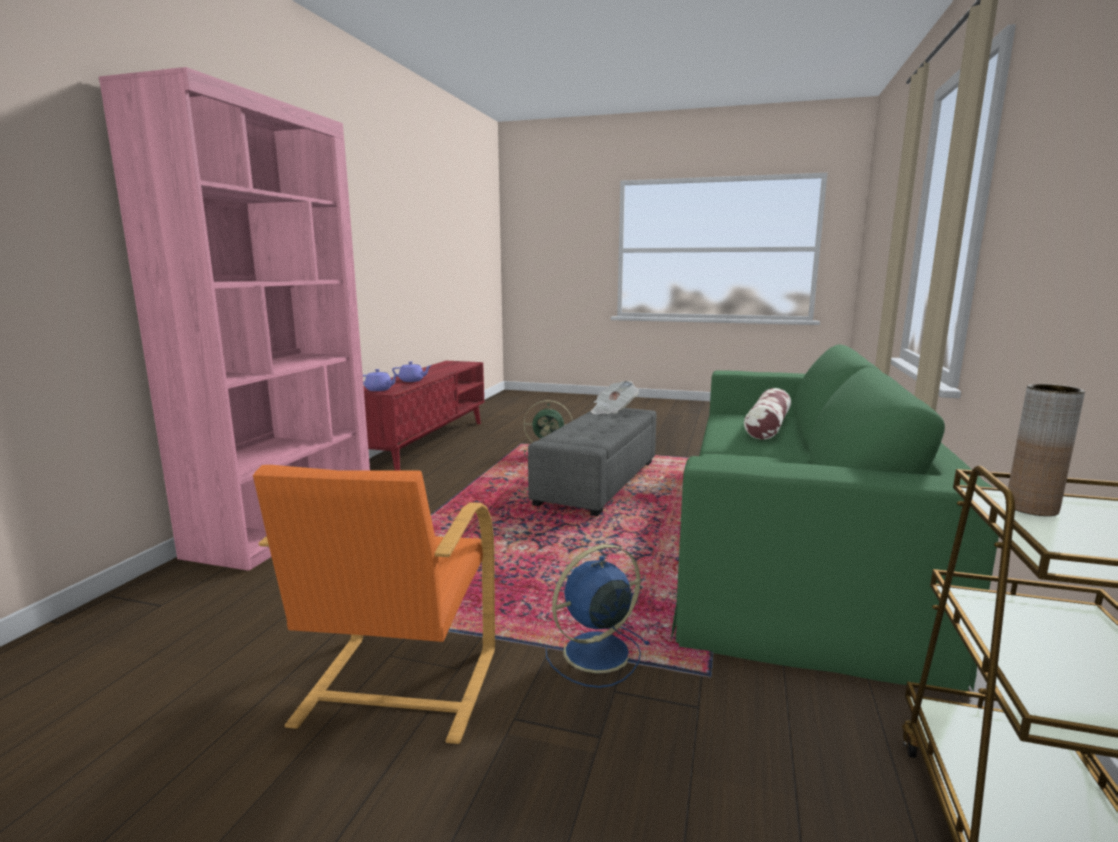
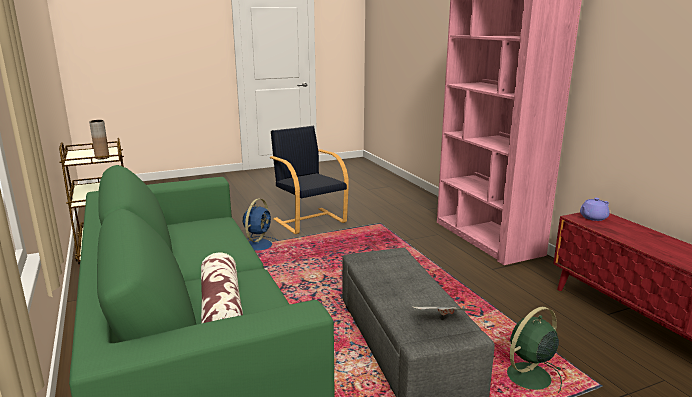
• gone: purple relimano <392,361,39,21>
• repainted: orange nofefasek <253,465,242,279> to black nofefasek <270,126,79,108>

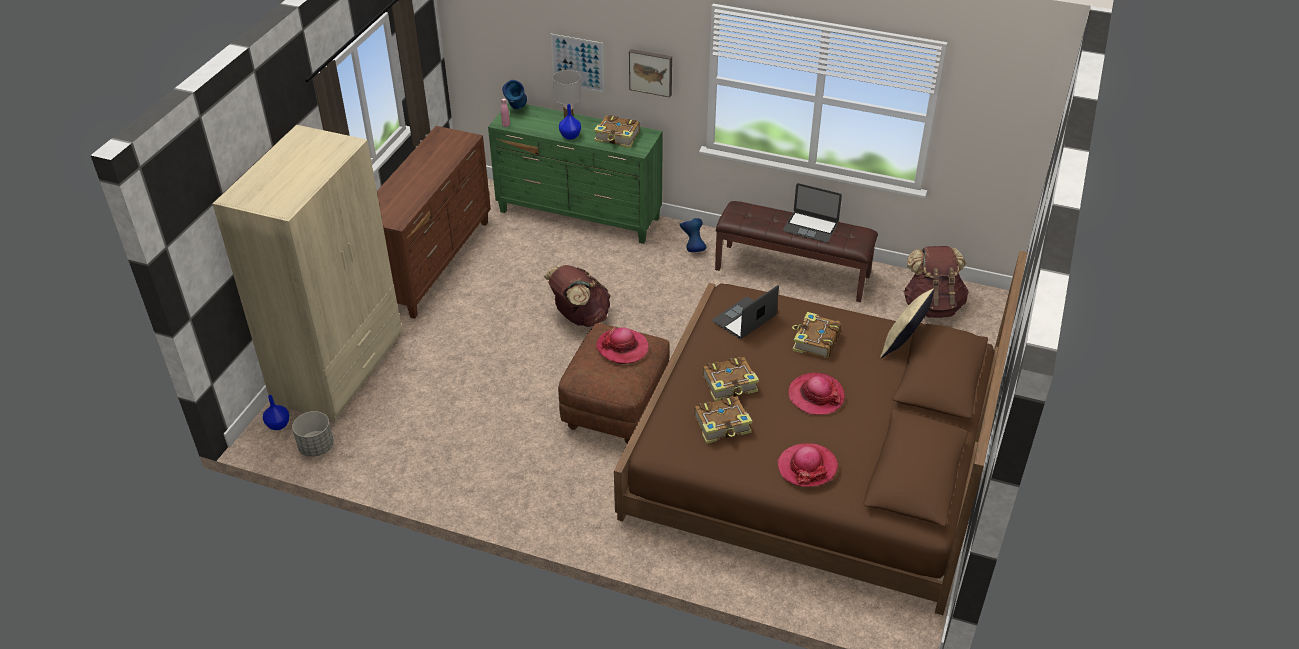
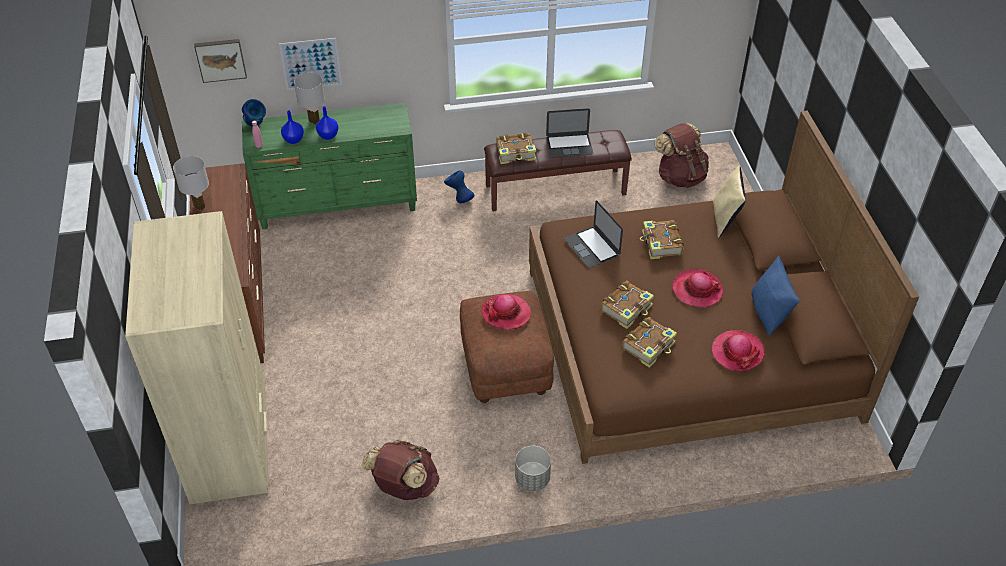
• shifted: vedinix <629,49,43,48> to <194,39,53,44>
• shifted: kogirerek <594,115,46,33> to <496,133,40,31>
• shifted: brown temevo <544,265,67,62> to <362,440,78,60>
• rotated: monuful <712,285,67,54> = <564,201,59,67> 45 degrees counterclockwise
• shifted: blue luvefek <263,395,26,35> to <281,110,23,34>
• shifted: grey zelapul <292,411,42,46> to <515,446,36,45>
• new: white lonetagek <173,156,36,55>
• new: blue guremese <751,256,49,80>

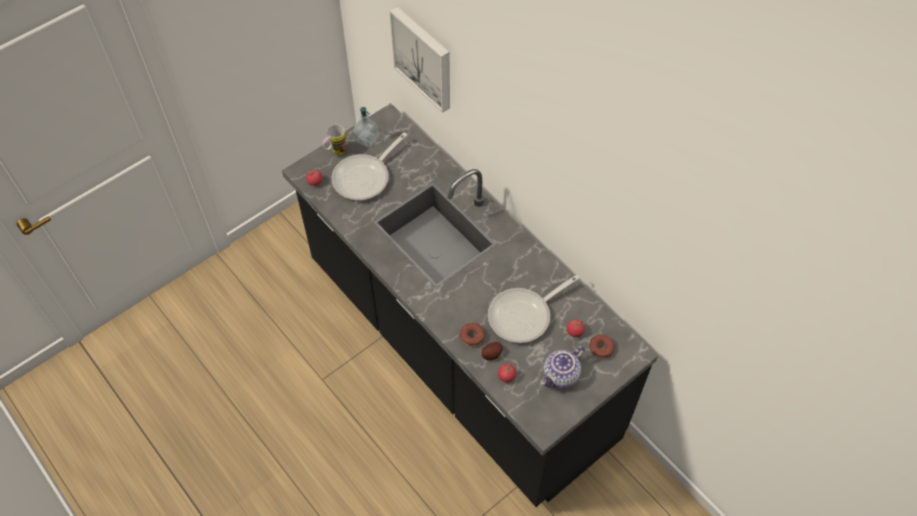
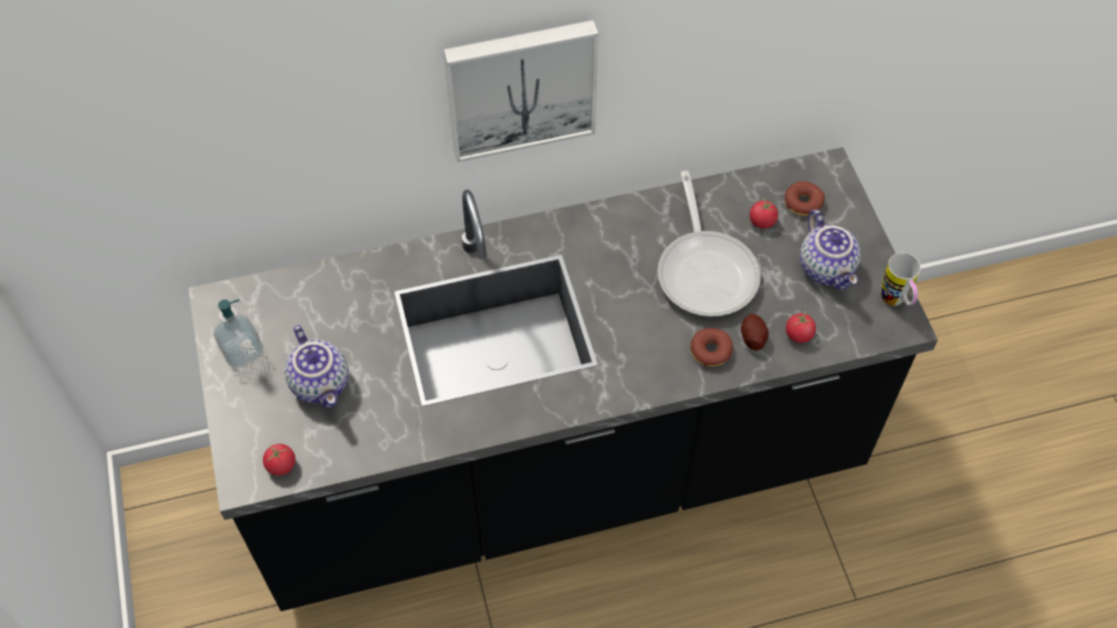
• shifted: vedinix <389,6,61,107> to <443,20,156,142>
• shifted: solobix <322,125,24,30> to <881,253,40,53>
• swapped: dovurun <331,132,76,69> to relimano <285,325,64,83>

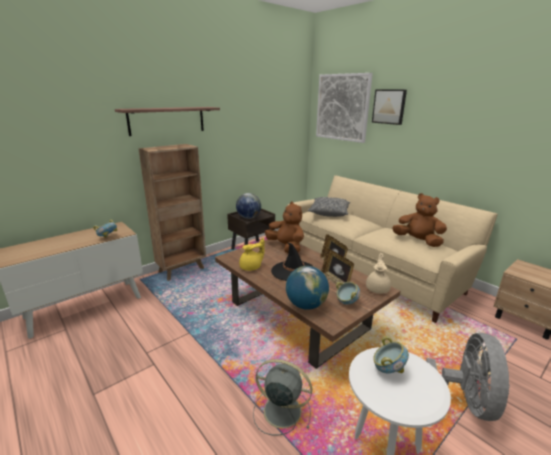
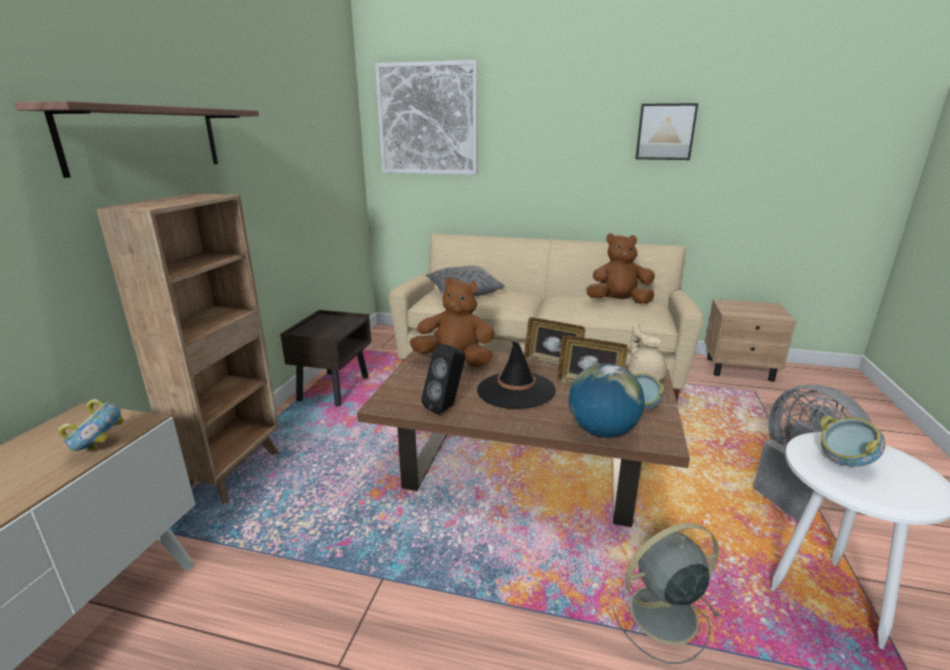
• shifted: vedinix <372,90,35,35> to <635,103,63,57>
• gone: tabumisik <236,193,25,26>
• swapped: yellow relimano <239,238,26,33> to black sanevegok <421,344,44,71>

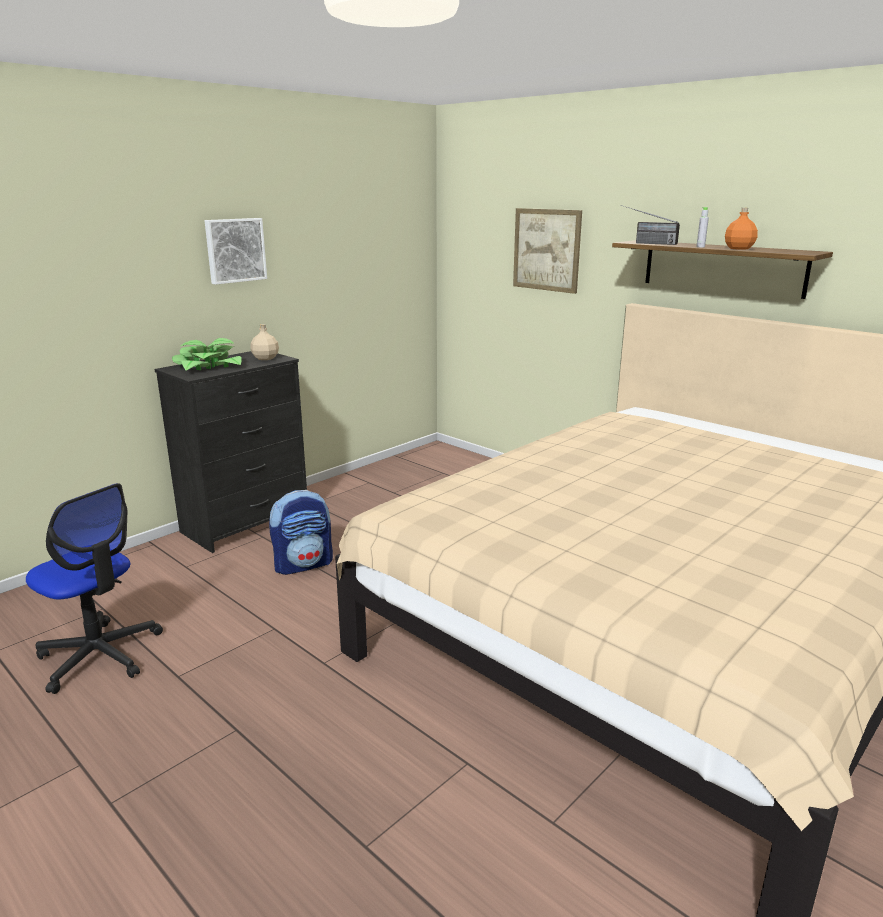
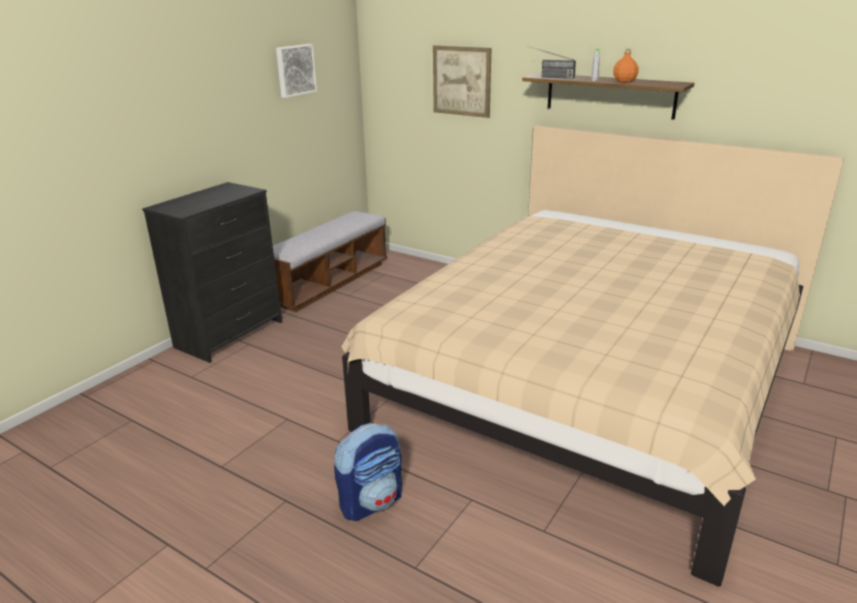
• shifted: vedinix <204,218,63,67> to <276,44,41,54>
• gone: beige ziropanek <250,324,29,36>
• gone: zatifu <172,338,70,32>
• gone: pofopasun <26,483,137,211>
• shifted: temevo <269,490,64,85> to <334,423,68,98>
• new: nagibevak <273,211,114,101>

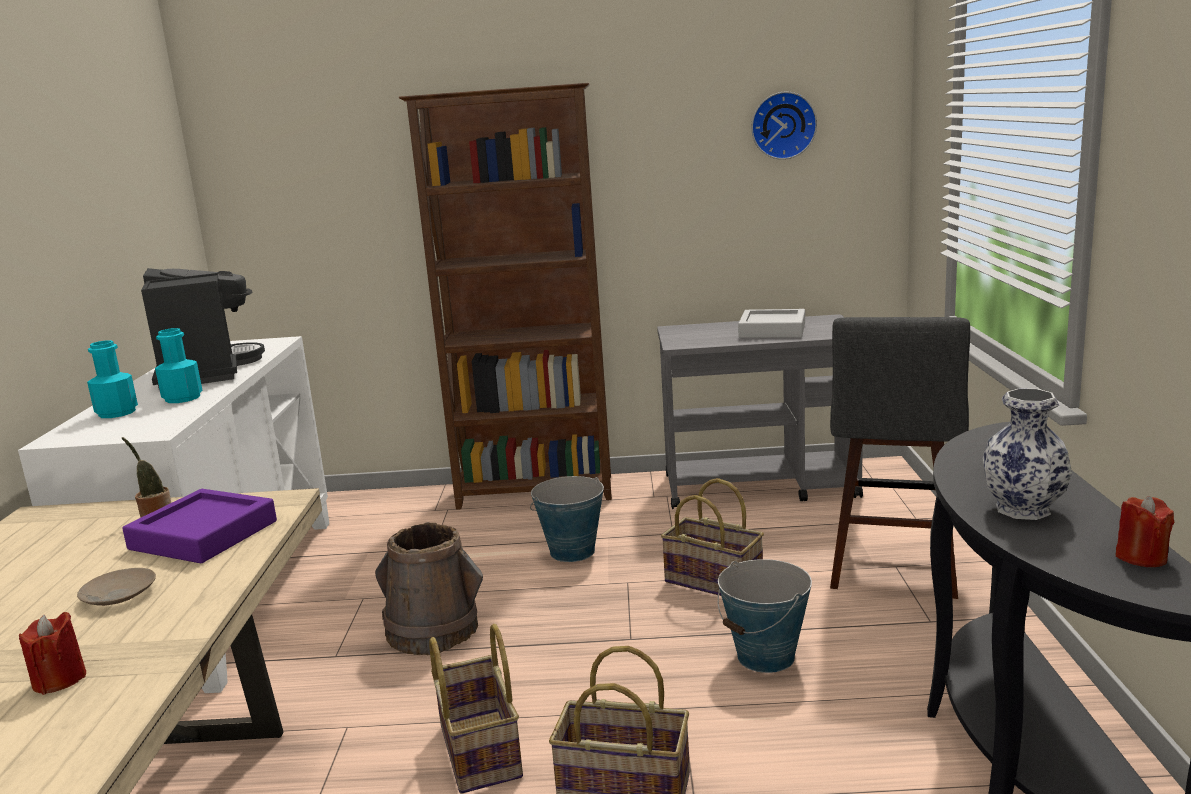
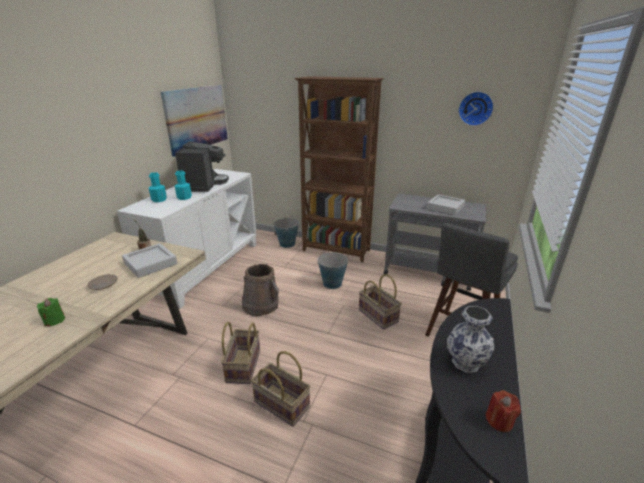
• repainted: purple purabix <122,489,155,74> to grey purabix <122,243,55,35>
• shifted: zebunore <718,559,94,114> to <274,217,25,31>
• repainted: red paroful <19,612,67,83> to green paroful <37,298,28,28>
• new: vedinix <160,85,68,72>

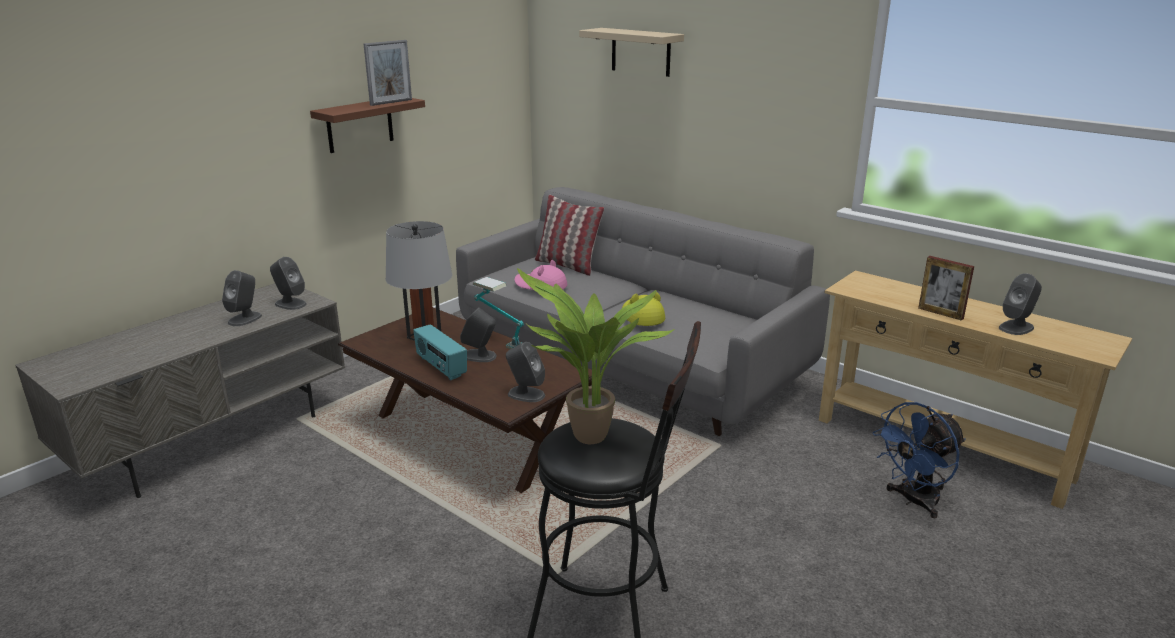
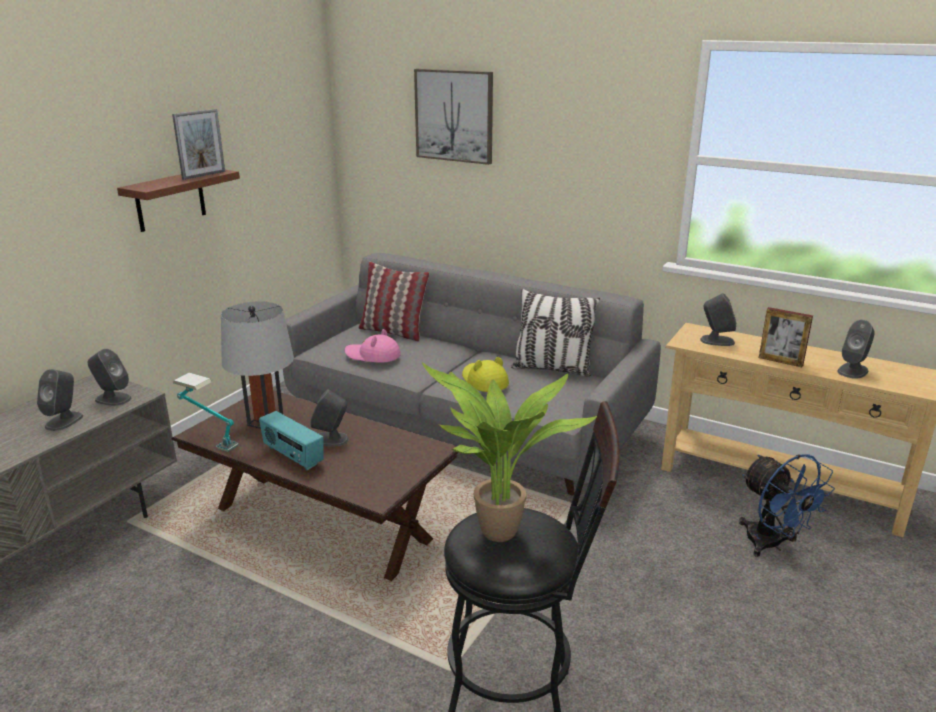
• swapped: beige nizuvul <579,28,105,49> to vedinix <414,69,79,96>
• shifted: lonetagek <472,277,52,72> to <173,373,66,79>
• shifted: grey sanevegok <506,342,39,60> to <700,293,36,53>
• rotated: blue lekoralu <873,402,93,117> = <739,454,96,103> 75 degrees counterclockwise
• new: guremese <511,289,89,88>

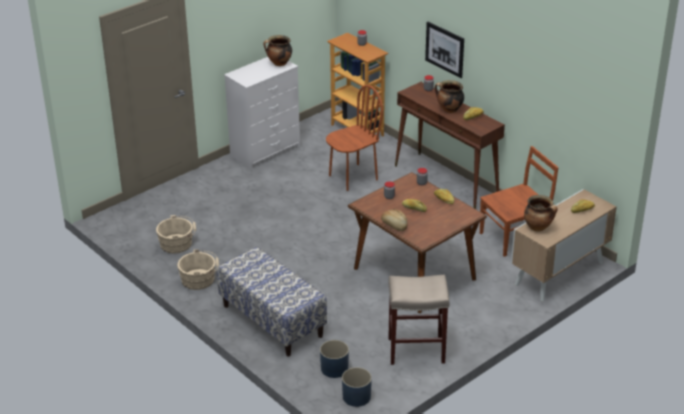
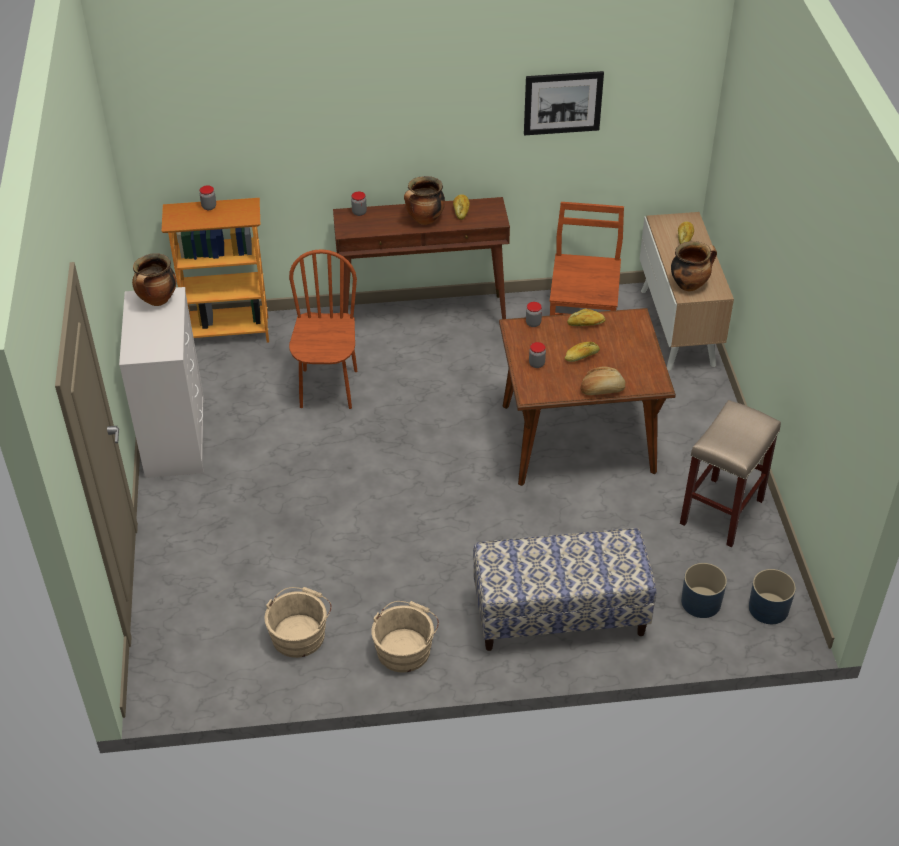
• shifted: vedinix <425,22,39,56> to <524,71,80,65>

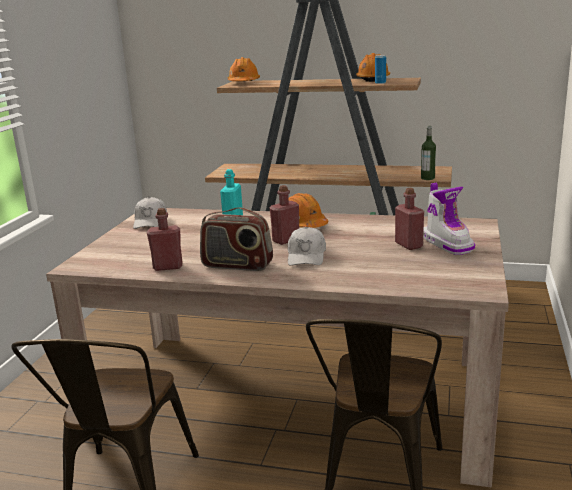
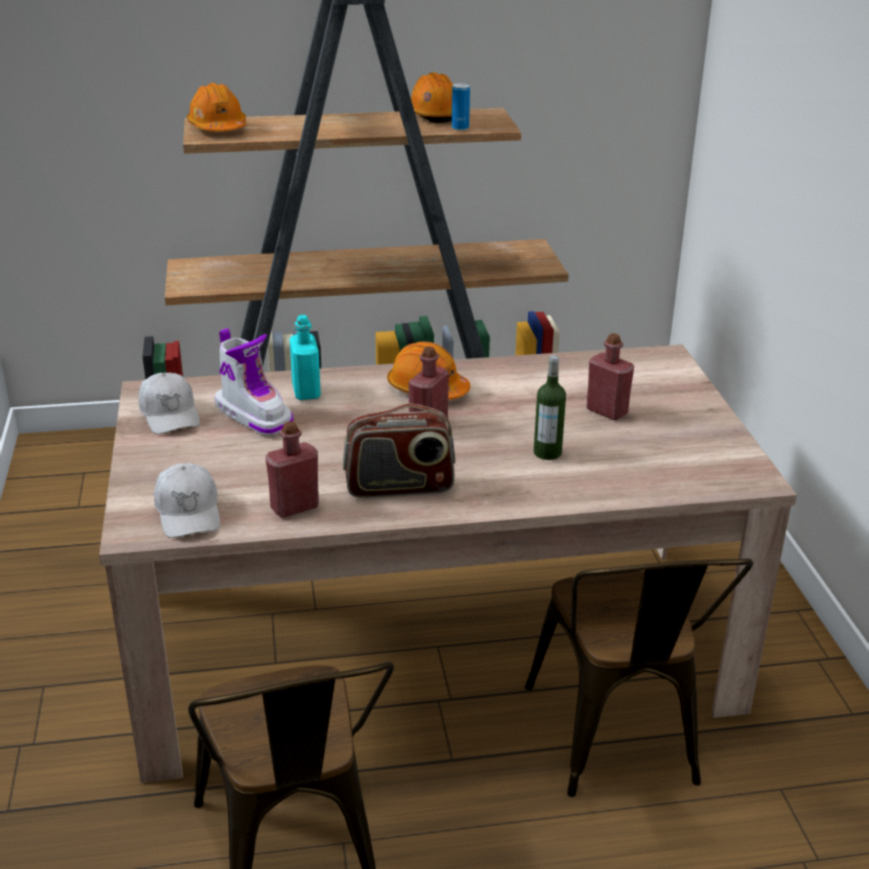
• shifted: ziropanek <421,126,15,54> to <534,355,32,105>
• shifted: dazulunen <423,183,52,72> to <214,328,79,108>
• shifted: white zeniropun <288,227,38,39> to <154,463,66,75>

